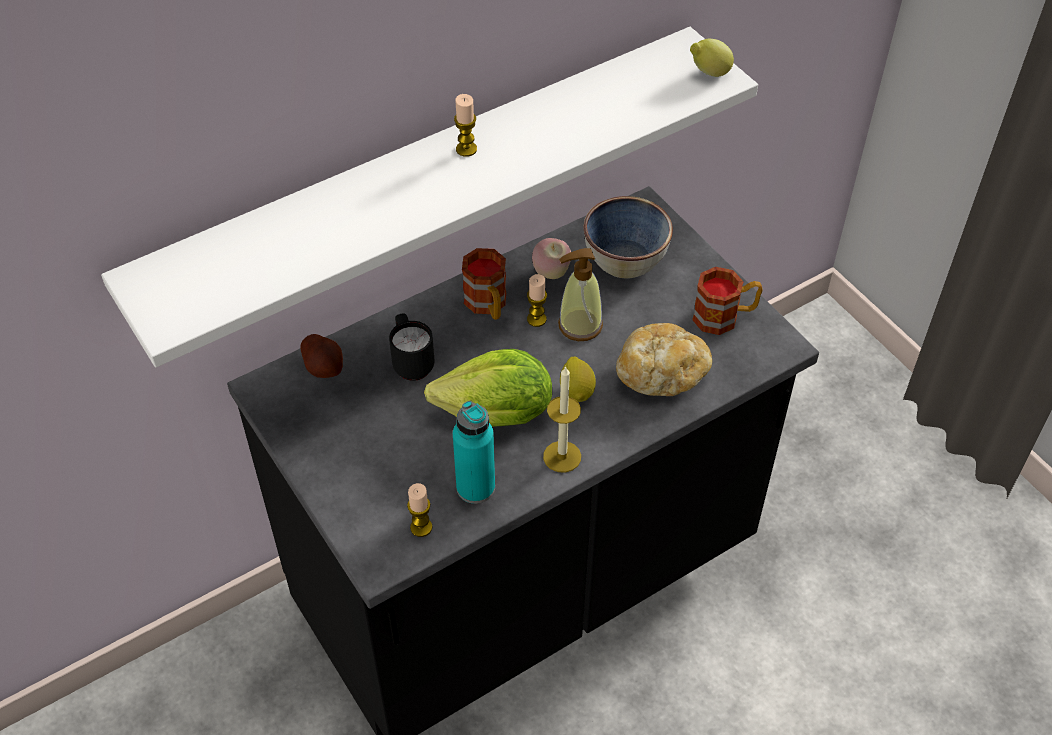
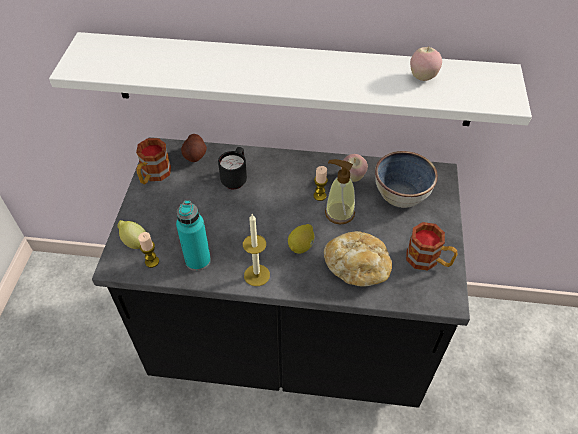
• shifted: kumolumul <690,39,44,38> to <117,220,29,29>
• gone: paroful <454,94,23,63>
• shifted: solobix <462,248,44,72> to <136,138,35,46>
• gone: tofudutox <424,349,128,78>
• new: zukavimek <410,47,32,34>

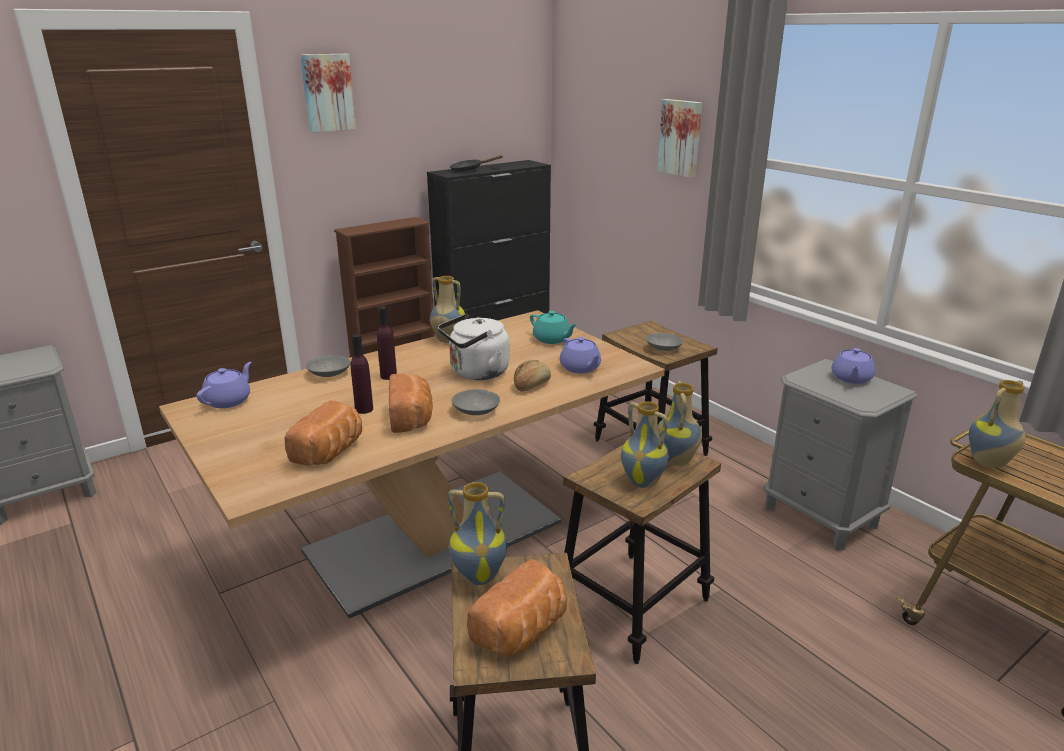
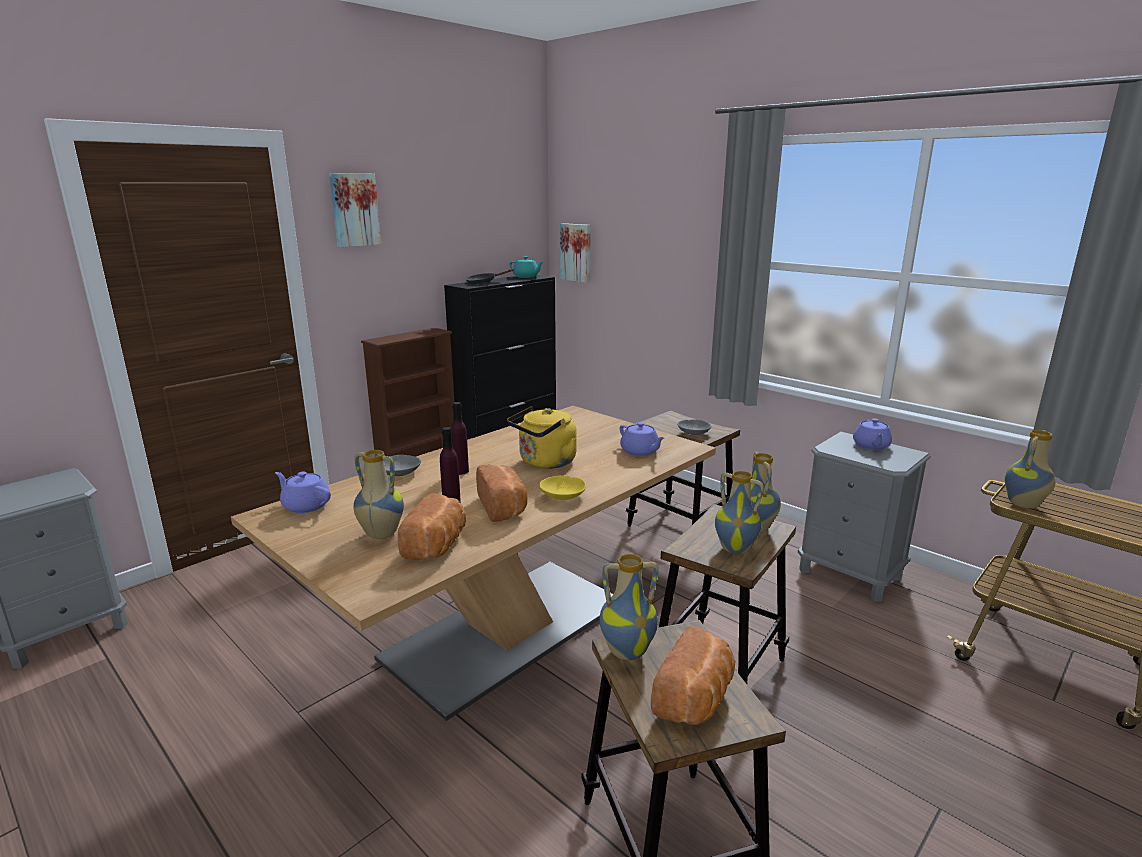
• shifted: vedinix <657,99,45,79> to <560,223,31,60>
• shifted: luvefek <430,276,35,67> to <354,450,50,89>
• shifted: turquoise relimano <530,311,48,33> to <510,256,33,22>
• repainted: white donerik <438,314,71,66> to yellow donerik <507,406,70,63>
• gone: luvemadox <514,360,37,31>
• rotated: purple relimano <197,362,54,46> = <275,472,56,41> 75 degrees counterclockwise
• repainted: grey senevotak <451,389,49,26> to yellow senevotak <539,475,47,25>

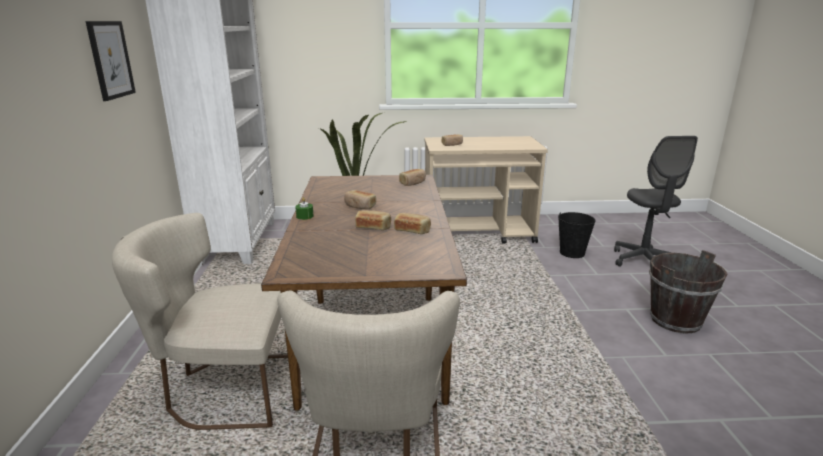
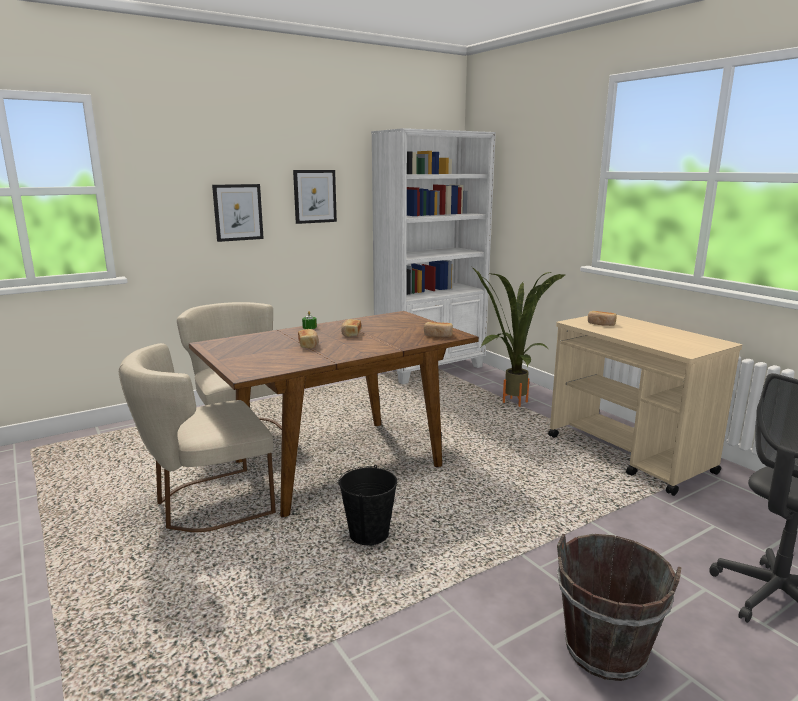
• shifted: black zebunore <558,212,38,46> to <339,465,58,80>
• gone: luvemadox <394,213,37,21>
• new: vedinix <212,184,52,58>

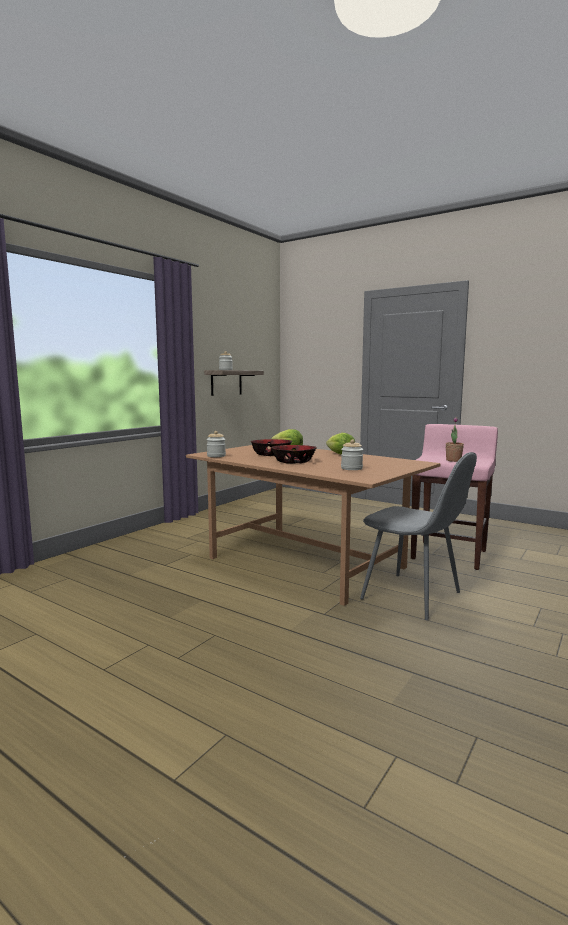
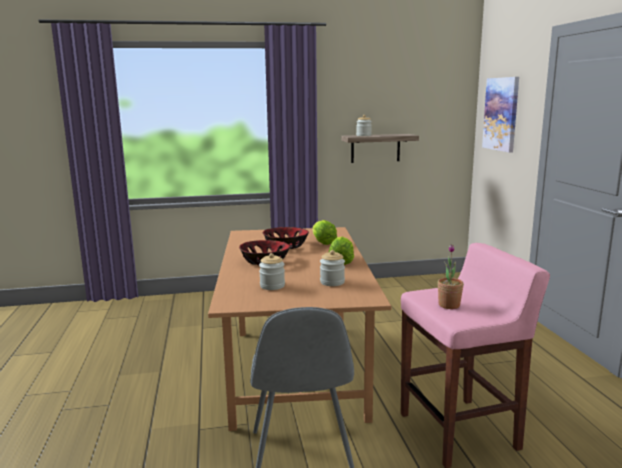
• shifted: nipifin <207,431,19,26> to <320,250,25,36>
• new: vedinix <482,77,37,75>

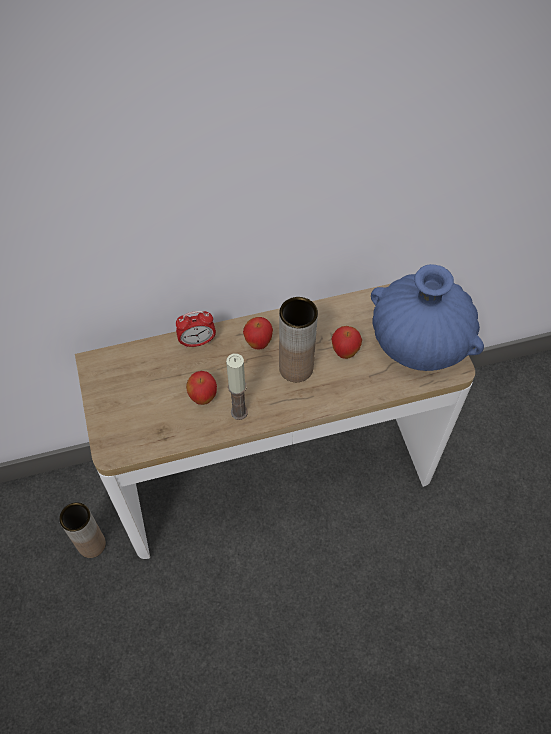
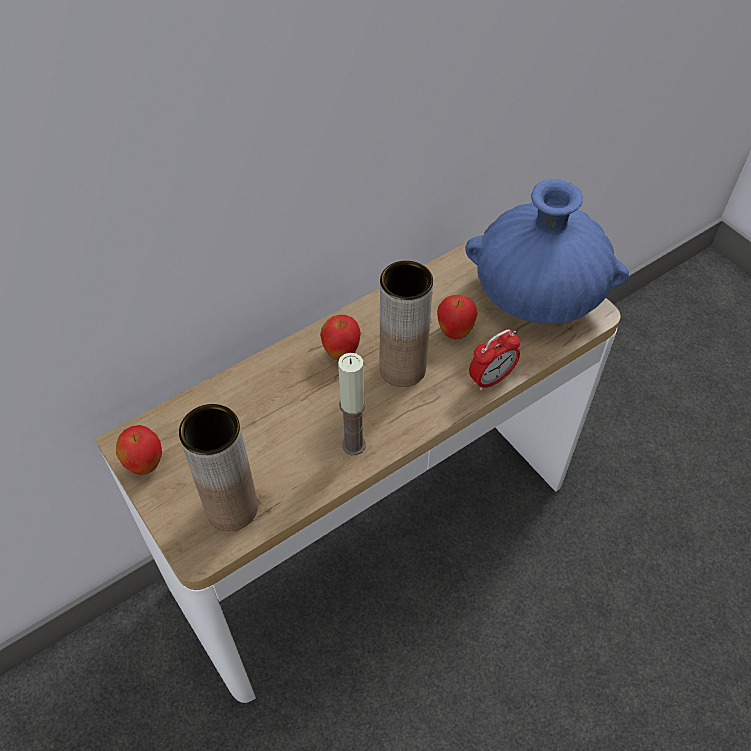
• shifted: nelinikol <176,311,40,37> to <469,329,51,62>
• shifted: zukavimek <186,371,31,34> to <116,425,46,50>
• shifted: brown luvefek <59,502,47,56> to <179,404,79,127>

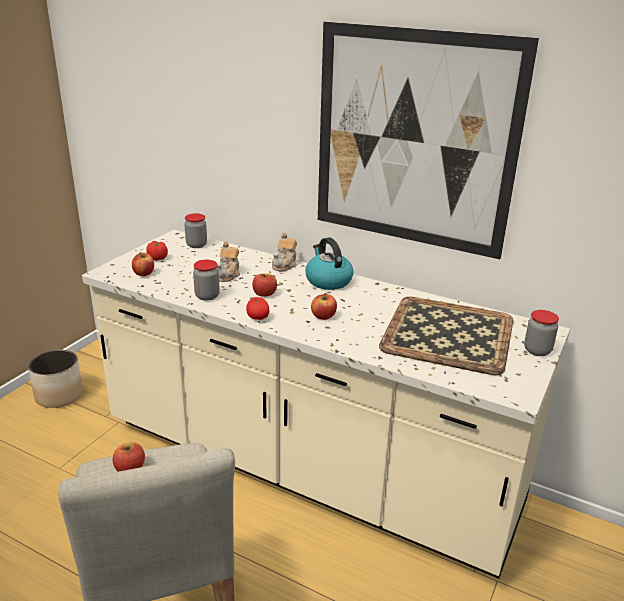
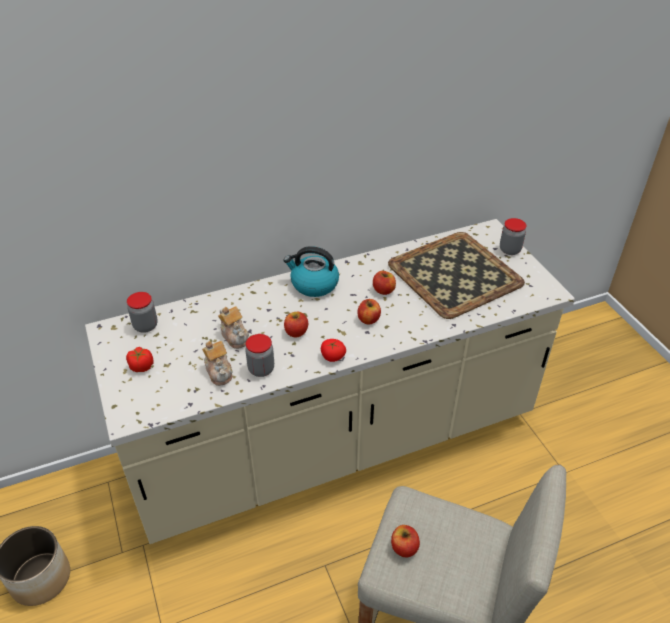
• gone: vedinix <318,22,221,237>
• shifted: relimano <272,233,25,38> to <202,341,31,45>
• shifted: zukavimek <132,252,22,24> to <373,271,23,24>

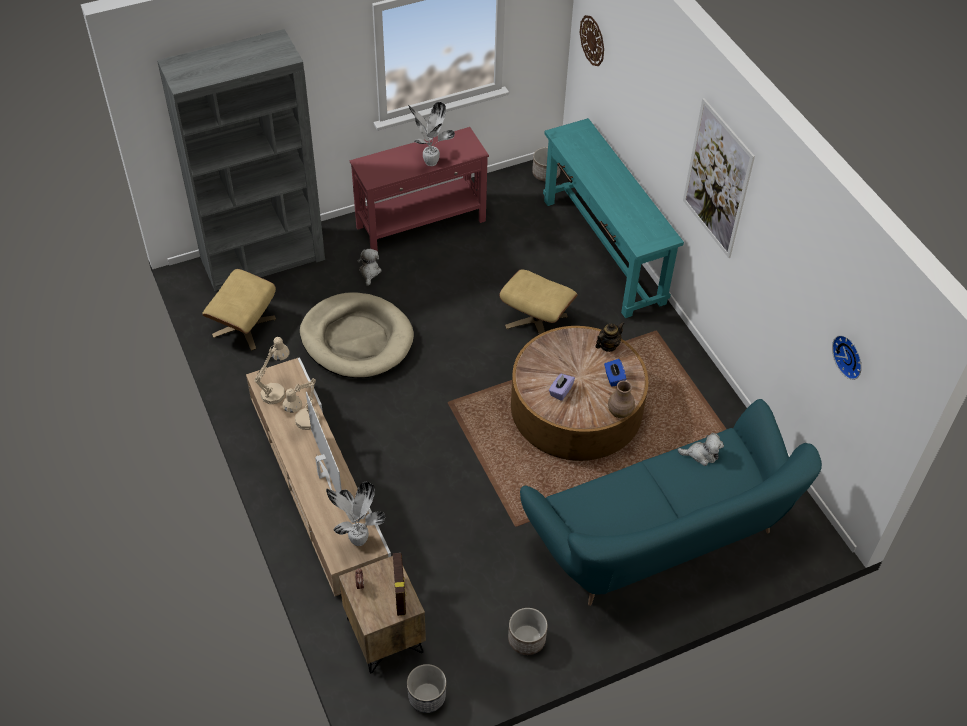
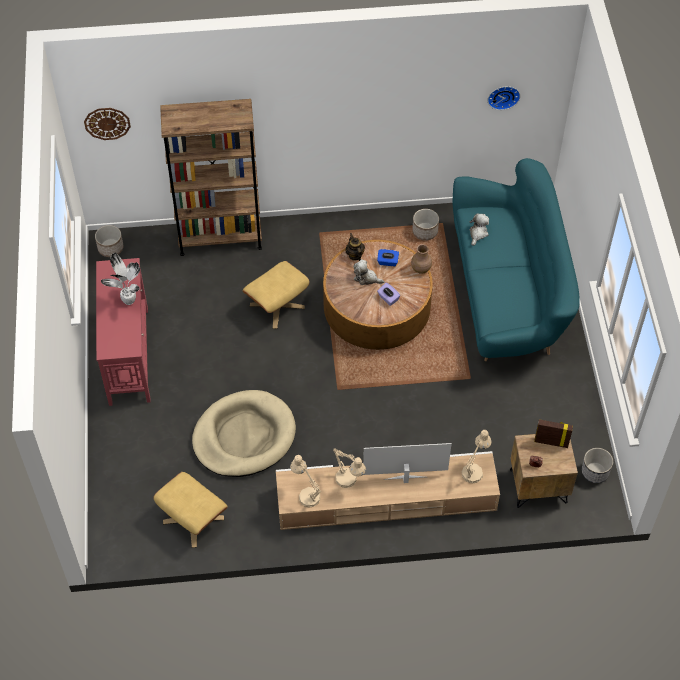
• gone: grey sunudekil <157,29,168,262>
• gone: vedinix <683,98,72,160>
• swapped: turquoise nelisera <543,118,141,200> to brown sunudekil <160,99,102,157>
• shifted: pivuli <357,249,24,37> to <354,260,31,25>
• swapped: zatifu <326,482,59,64> to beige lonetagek <462,430,29,53>
• shifted: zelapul <508,608,40,47> to <412,209,27,32>

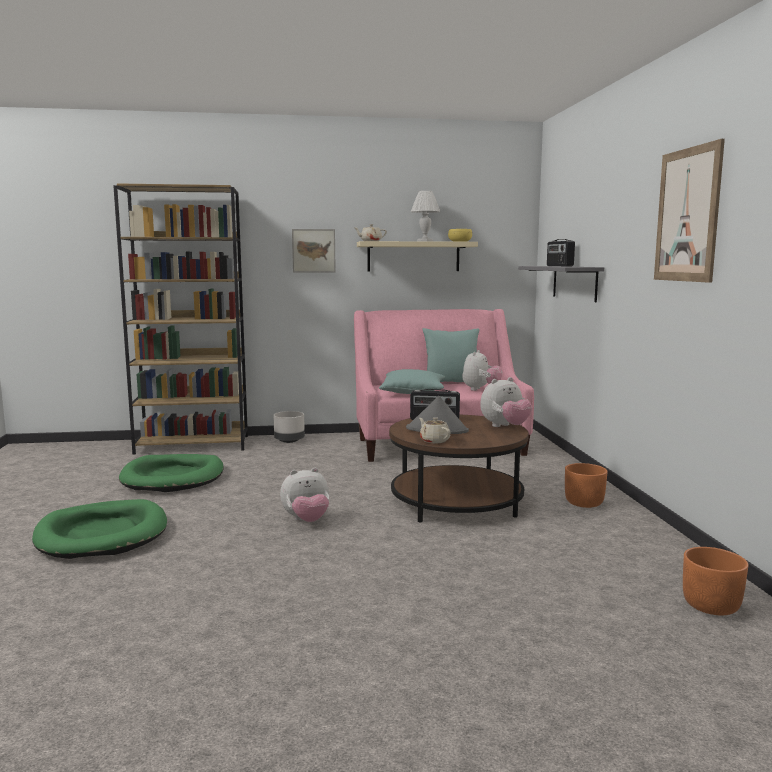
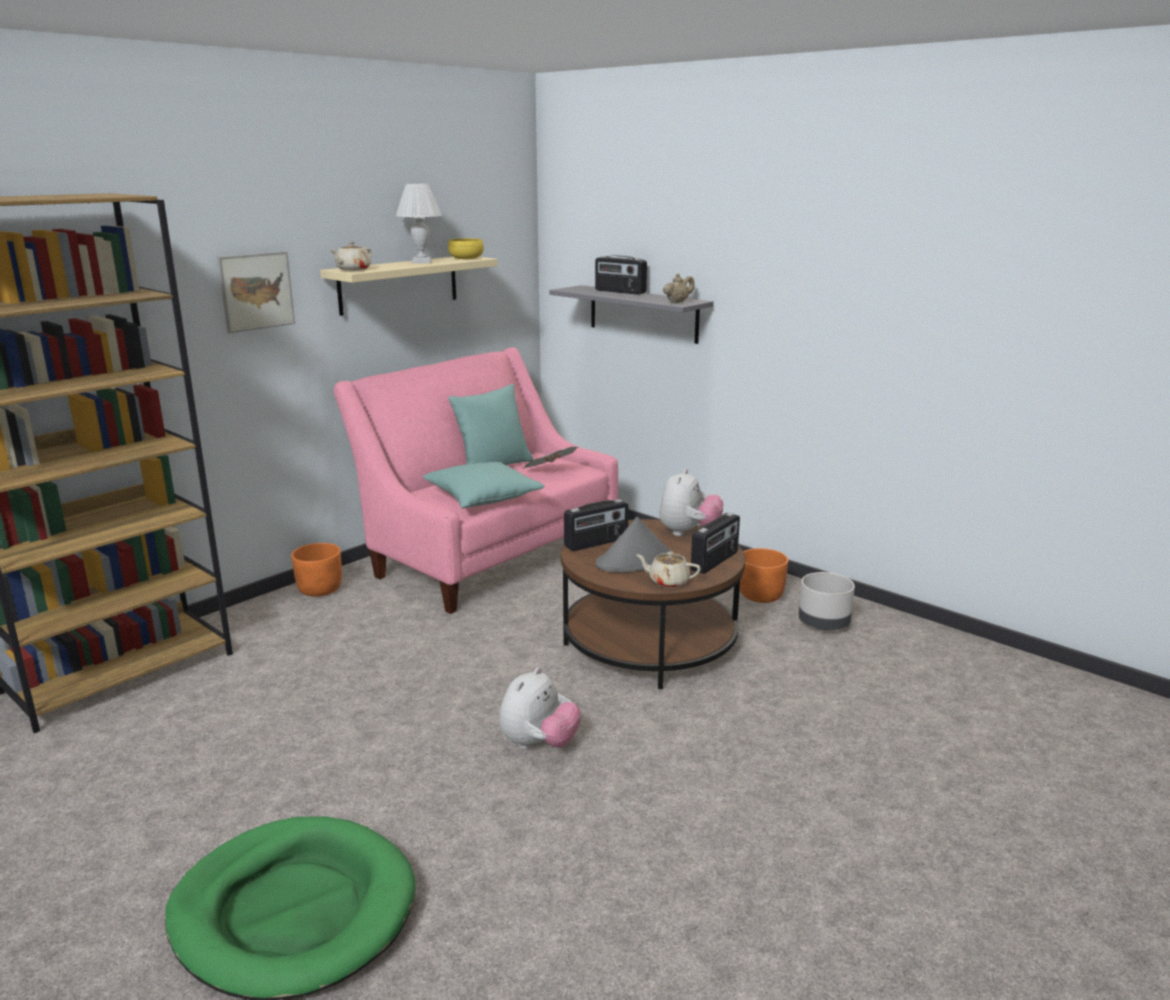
• gone: vedinix <654,139,71,144>
• swapped: pivuli <462,350,40,41> to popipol <523,447,55,21>
• shifted: grey zelapul <273,411,32,32> to <798,572,57,58>
• gone: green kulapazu <119,454,105,38>
• shifted: orange zelapul <683,547,66,69> to <291,543,51,54>
• new: beige relimano <663,273,32,30>
• new: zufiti <691,513,49,61>

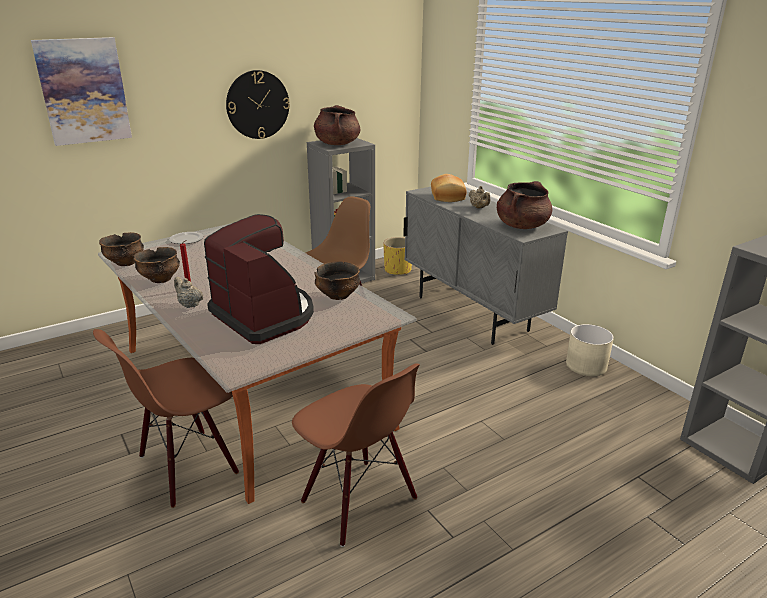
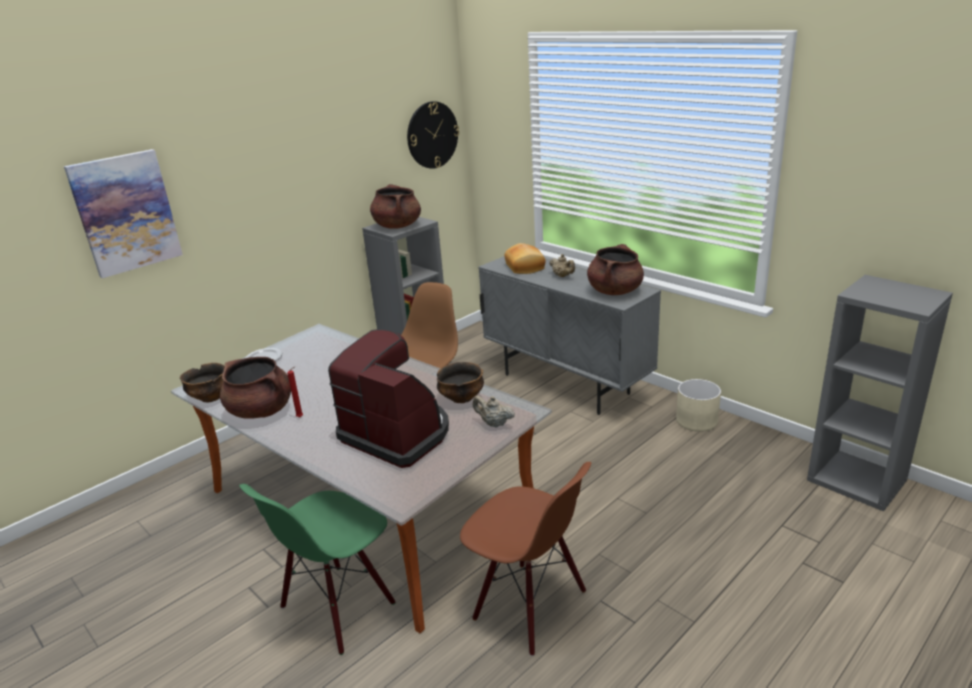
• shifted: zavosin <226,70,64,69> to <407,101,52,68>
• gone: yellow zelapul <383,237,29,38>
• swapped: senevotak <133,247,47,36> to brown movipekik <220,357,71,62>
• shifted: beige relimano <174,277,29,31> to <473,396,42,32>
• repainted: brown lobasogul <93,329,146,179> to green lobasogul <239,484,156,171>

